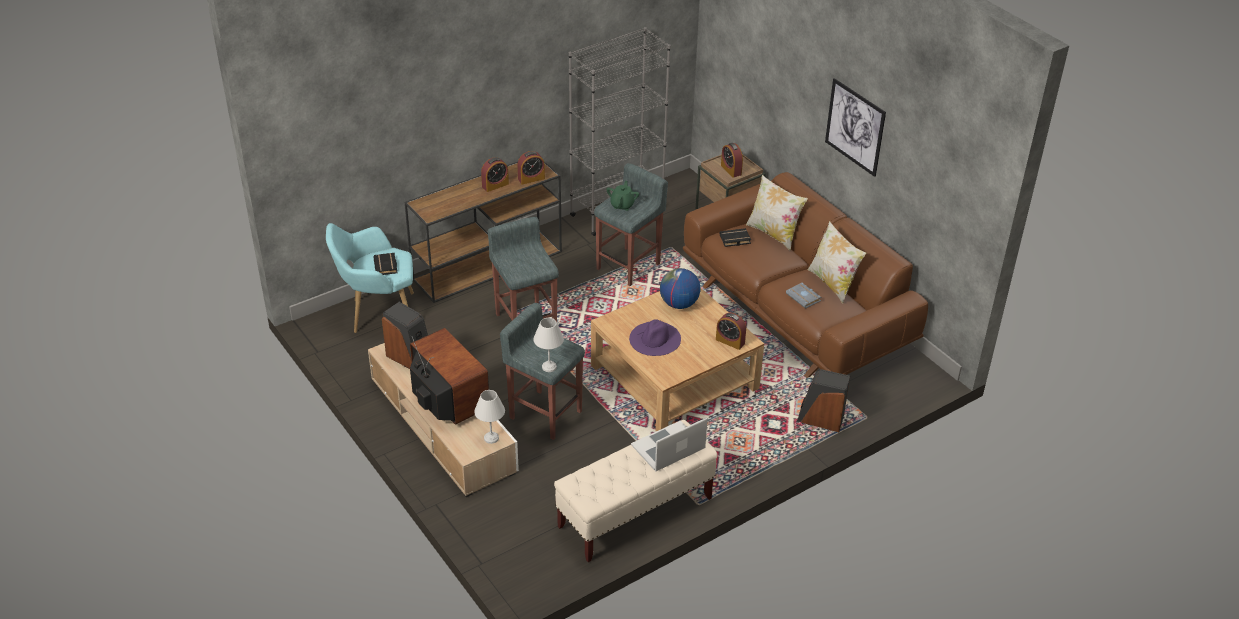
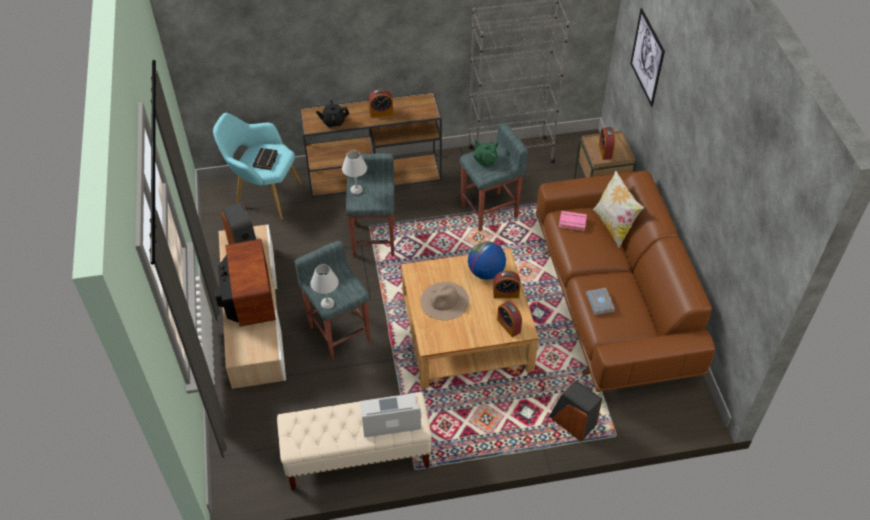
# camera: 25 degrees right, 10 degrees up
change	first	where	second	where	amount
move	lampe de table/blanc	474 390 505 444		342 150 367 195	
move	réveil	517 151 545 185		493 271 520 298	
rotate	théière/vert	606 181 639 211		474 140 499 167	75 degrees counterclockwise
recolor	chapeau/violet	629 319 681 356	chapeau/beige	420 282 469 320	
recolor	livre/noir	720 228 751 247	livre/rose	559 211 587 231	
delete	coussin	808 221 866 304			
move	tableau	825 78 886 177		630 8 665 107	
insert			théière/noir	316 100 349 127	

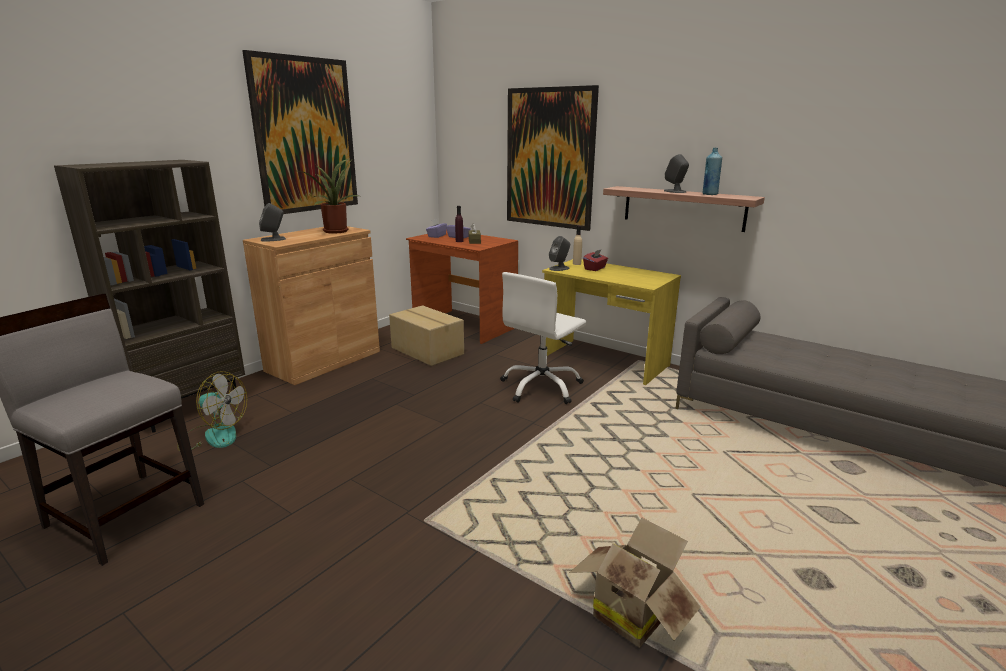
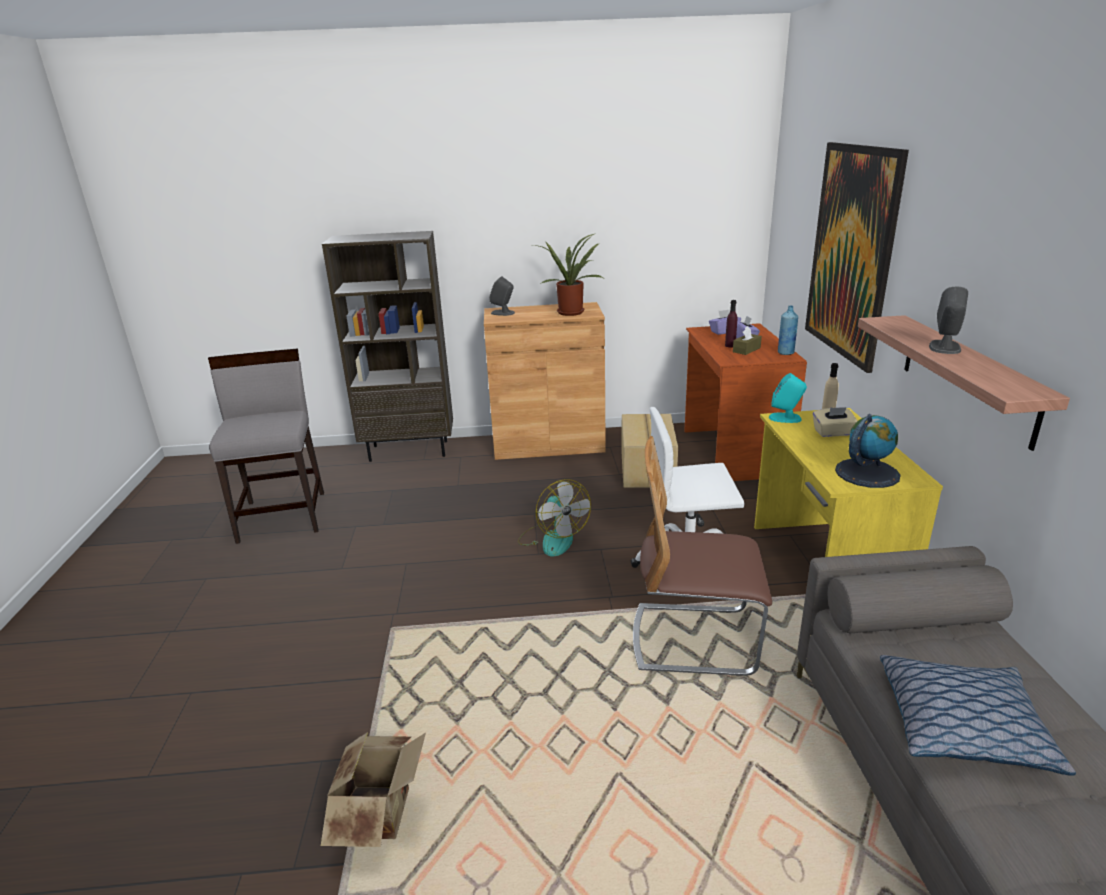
# camera: 50 degrees right, 5 degrees up
change	first	where	second	where	amount
move	ventilateur	177 371 247 451		518 479 591 557	
delete	tableau	242 50 358 214			
recolor	enceinte/gris	549 236 570 271	enceinte/turquoise	769 373 807 423	
recolor	boîte à mouchoirs/rouge	583 249 608 271	boîte à mouchoirs/beige	813 407 857 437	
move	bouteille/bleu	703 148 722 195		778 306 798 355	
insert			chaise	633 436 772 676	
insert			globe	835 414 901 488	
insert			coussin	880 655 1076 776	

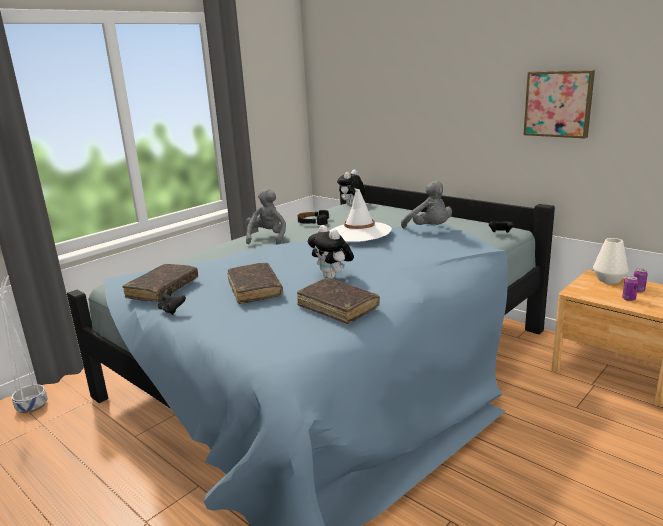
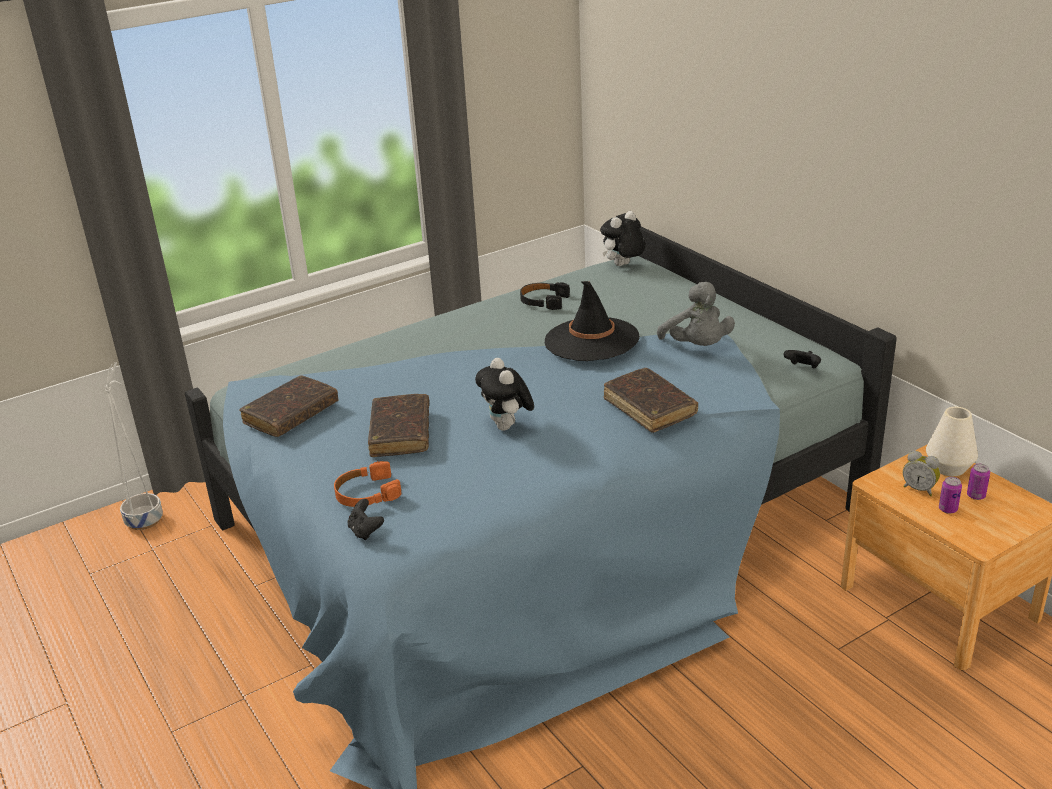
# camera: 15 degrees right, 10 degrees up
change	first	where	second	where	amount
move	manette/noir	158 289 186 315		347 499 384 540	
delete	peluche/gris	246 188 286 245			
move	livre/marron	297 278 380 324		603 368 698 433	
recolor	chapeau/blanc	329 188 392 242	chapeau/noir	545 281 640 361	
delete	tableau	523 70 595 138			
insert			casque audio/orange	334 461 401 507	
insert			réveil	903 451 940 496	

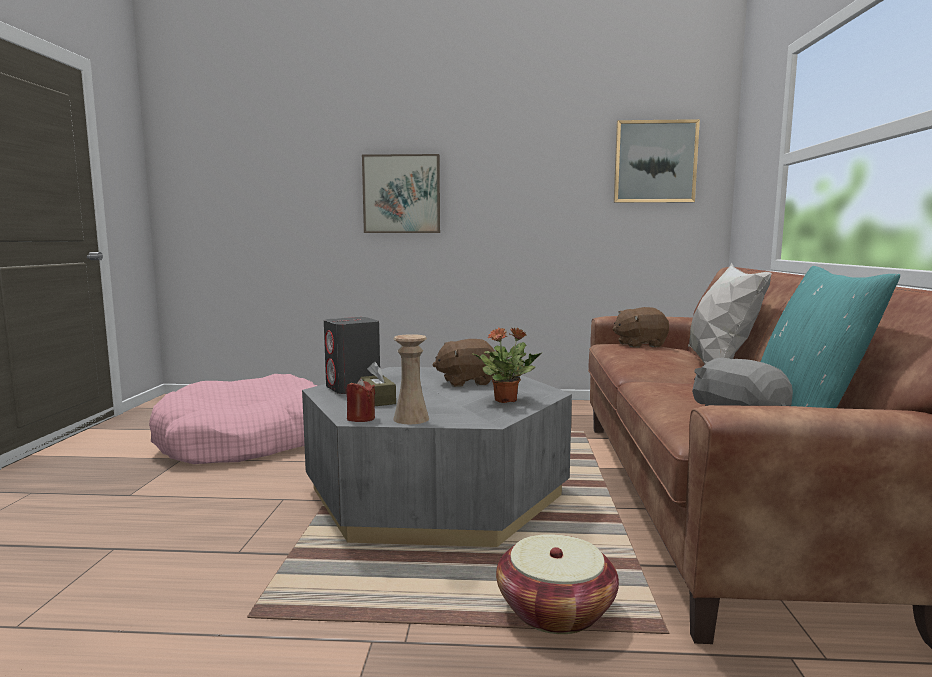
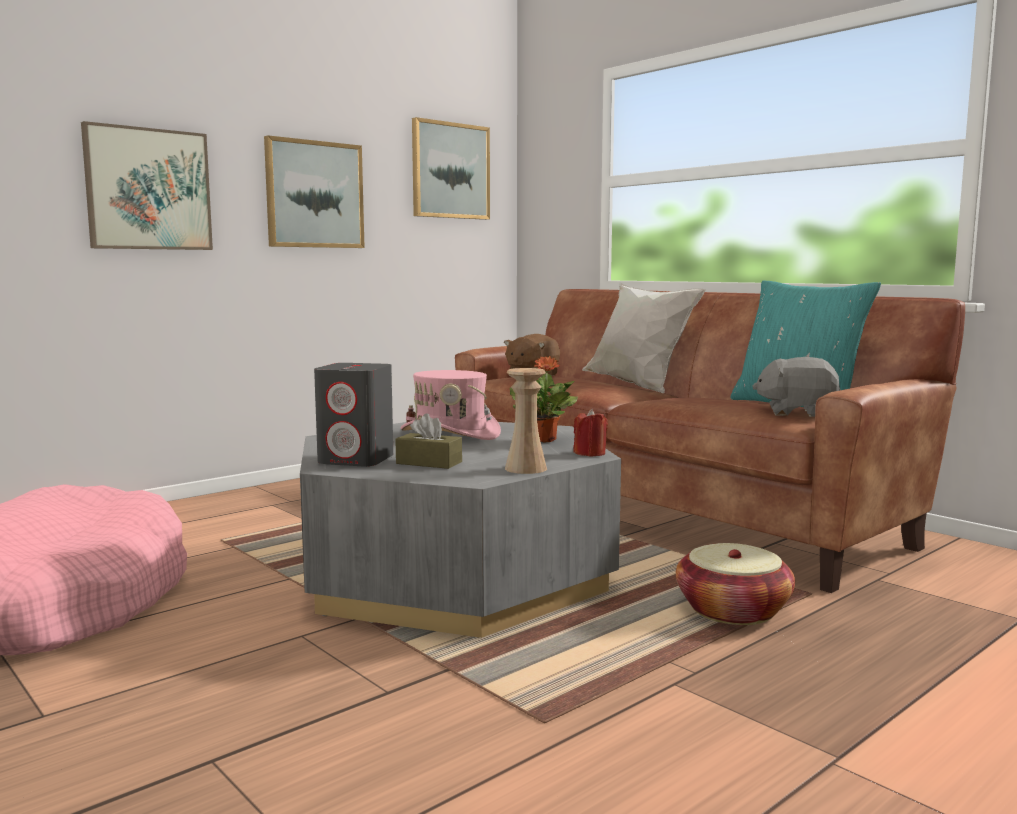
# camera: 45 degrees left, 0 degrees up
change	first	where	second	where	amount
move	bougie/rouge	346 378 375 422		573 409 608 456	
replace	peluche/marron	433 339 494 387	chapeau/rose	400 370 501 440	
insert			tableau	264 135 365 248	

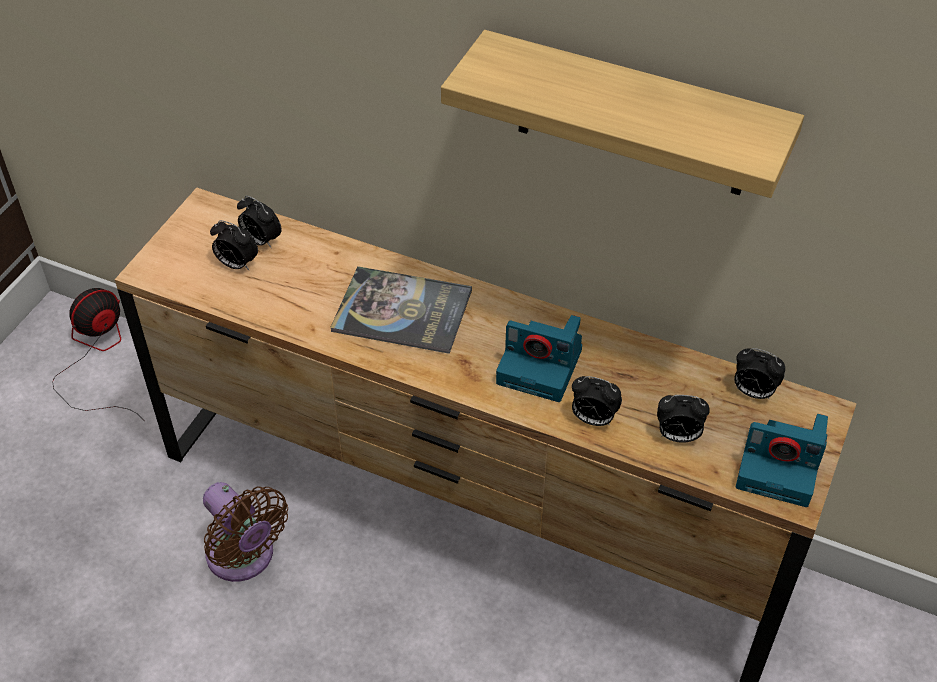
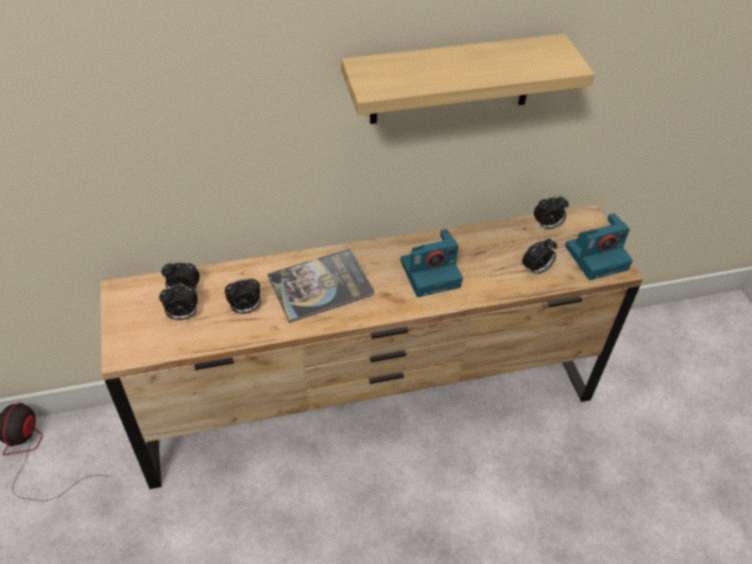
# camera: 40 degrees left, 0 degrees up
change	first	where	second	where	amount
delete	ventilateur/marron	203 482 288 582			
move	réveil	572 376 622 426		225 278 261 314	

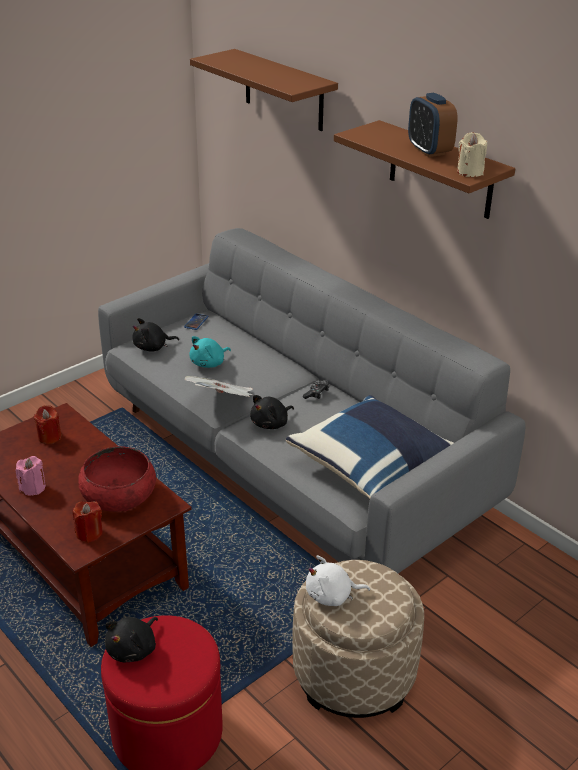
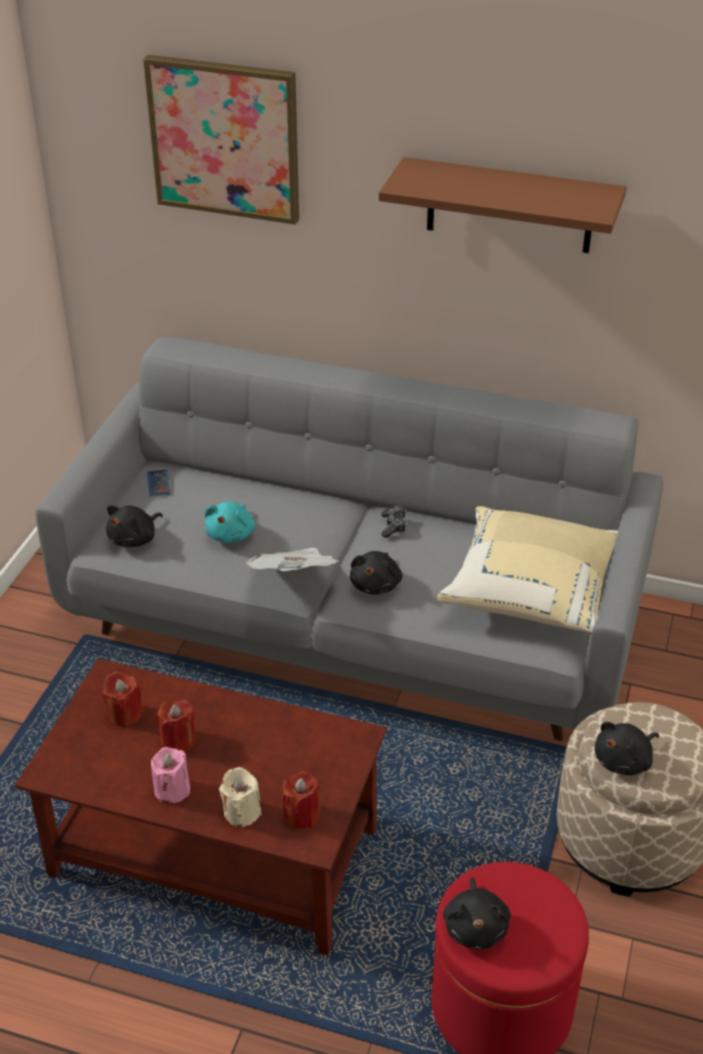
# camera: 30 degrees left, 5 degrees up
change	first	where	second	where	amount
delete	bol/rouge	78 446 156 512			
replace	étagère/marron	190 49 338 131	tableau	143 55 299 225	
recolor	coussin/bleu	286 395 453 499	coussin/beige	437 506 618 633	
recolor	peluche/blanc	306 555 370 606	peluche/noir	595 722 659 775	
delete	réveil	408 93 458 157			
move	bougie/beige	457 132 487 177		219 767 261 827	
insert			bougie/rouge	157 700 195 752	

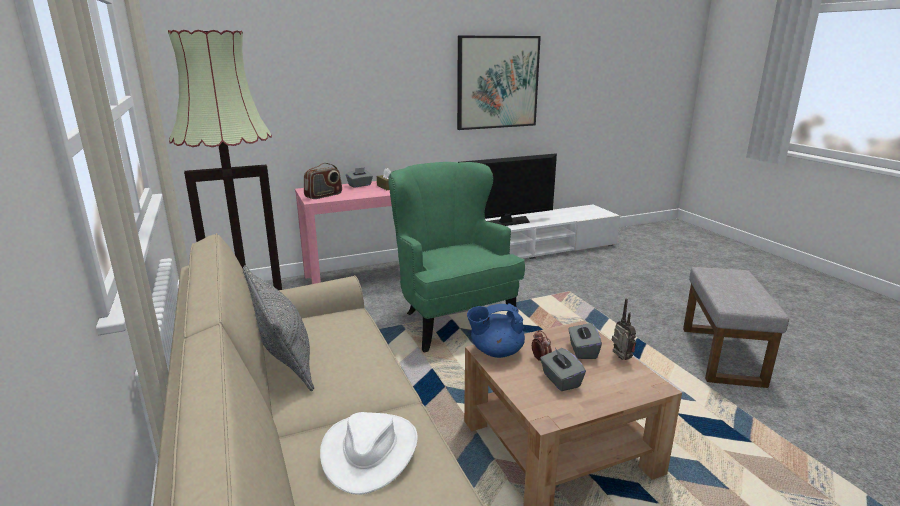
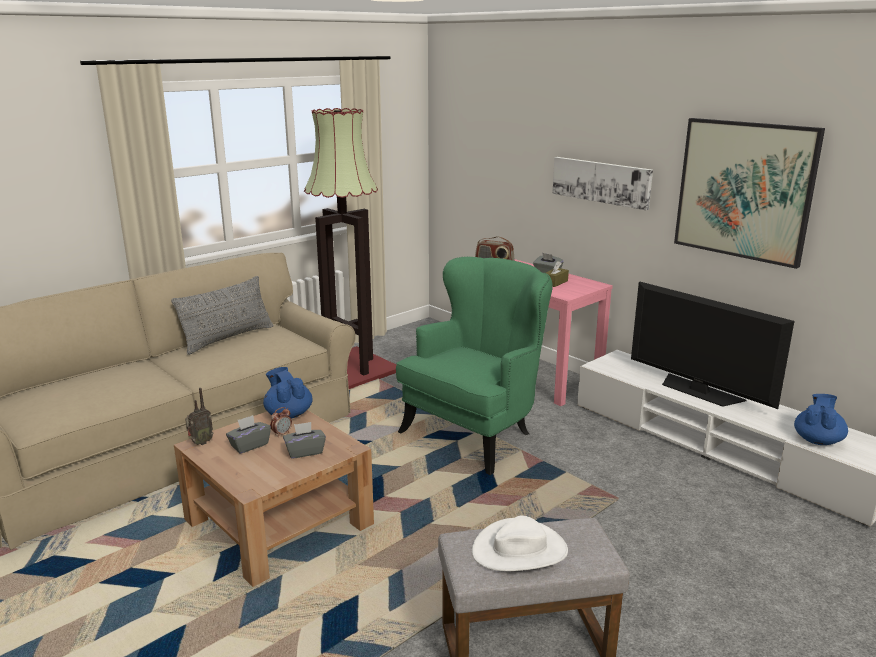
# camera: 70 degrees right, 0 degrees up
change	first	where	second	where	amount
move	chapeau/blanc	320 412 418 495		472 515 568 571	
move	radio	612 299 636 360		185 388 214 445	
insert			tableau	552 157 653 210	
insert			théière/bleu	794 394 848 445	

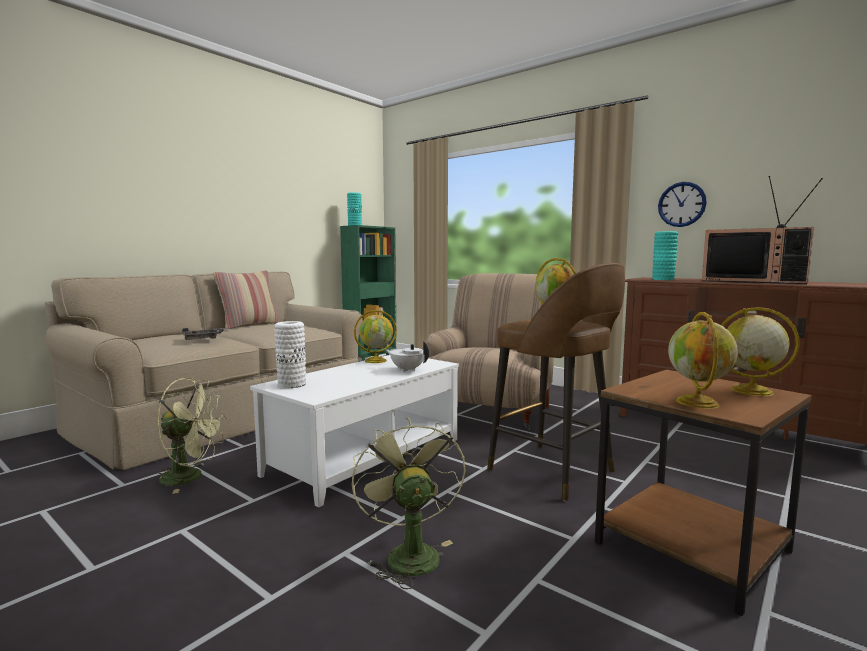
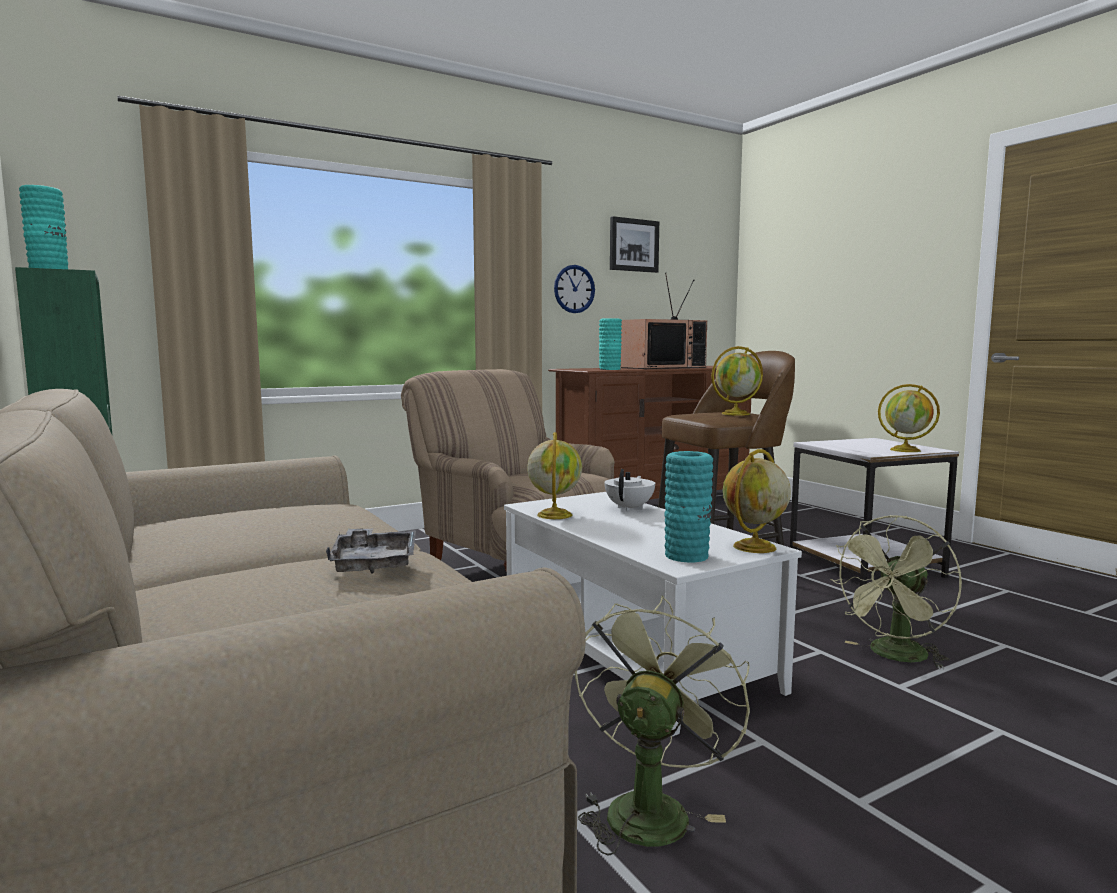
# camera: 70 degrees left, 0 degrees up
change	first	where	second	where	amount
delete	coussin	213 270 280 329			
recolor	vase/blanc	274 321 306 388	vase/turquoise	664 451 713 562	
rotate	ventilateur/vert	352 417 466 589		830 515 962 670	45 degrees counterclockwise
rotate	théière/blanc	385 341 429 372		604 469 655 511	150 degrees clockwise
recolor	table d'appoint/marron	595 370 812 616	table d'appoint/blanc	790 438 959 586	
move	globe	721 307 800 396		723 449 791 553	
insert			tableau	610 216 659 273	

